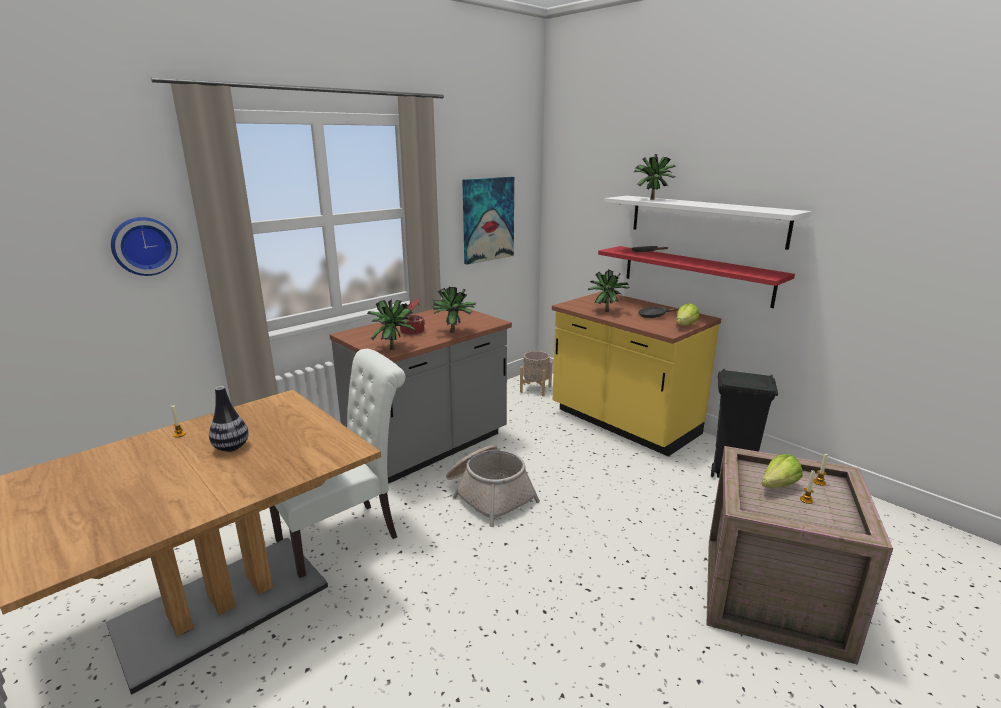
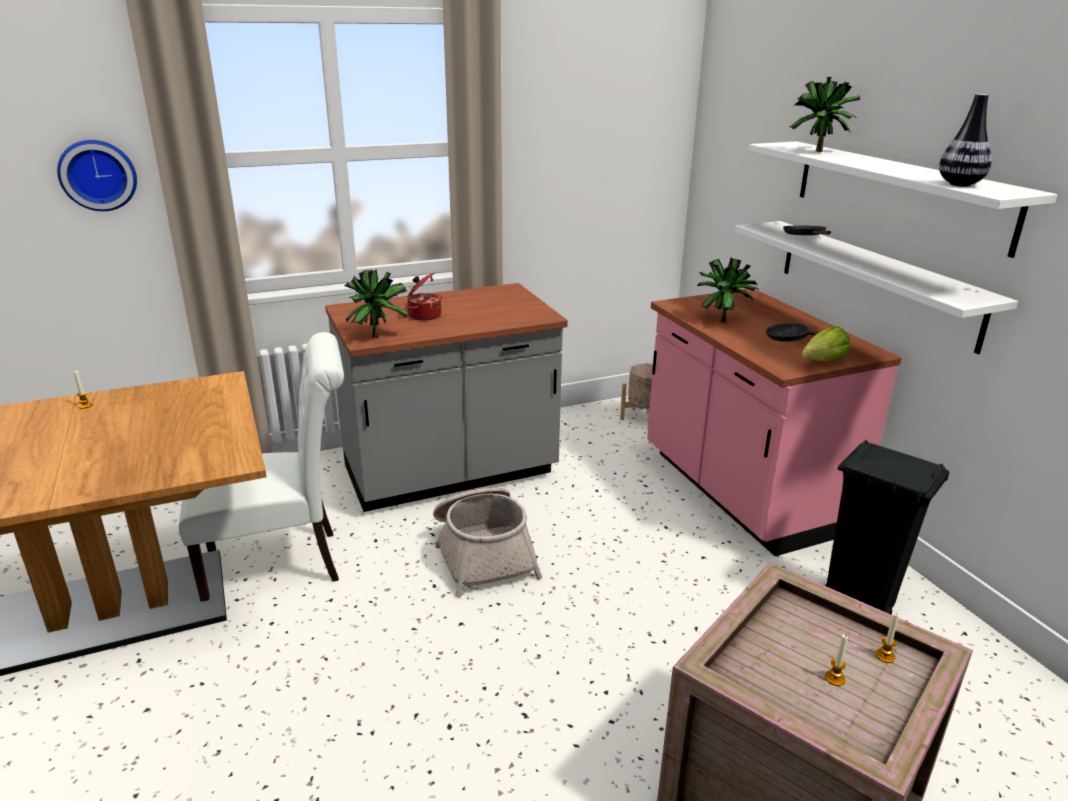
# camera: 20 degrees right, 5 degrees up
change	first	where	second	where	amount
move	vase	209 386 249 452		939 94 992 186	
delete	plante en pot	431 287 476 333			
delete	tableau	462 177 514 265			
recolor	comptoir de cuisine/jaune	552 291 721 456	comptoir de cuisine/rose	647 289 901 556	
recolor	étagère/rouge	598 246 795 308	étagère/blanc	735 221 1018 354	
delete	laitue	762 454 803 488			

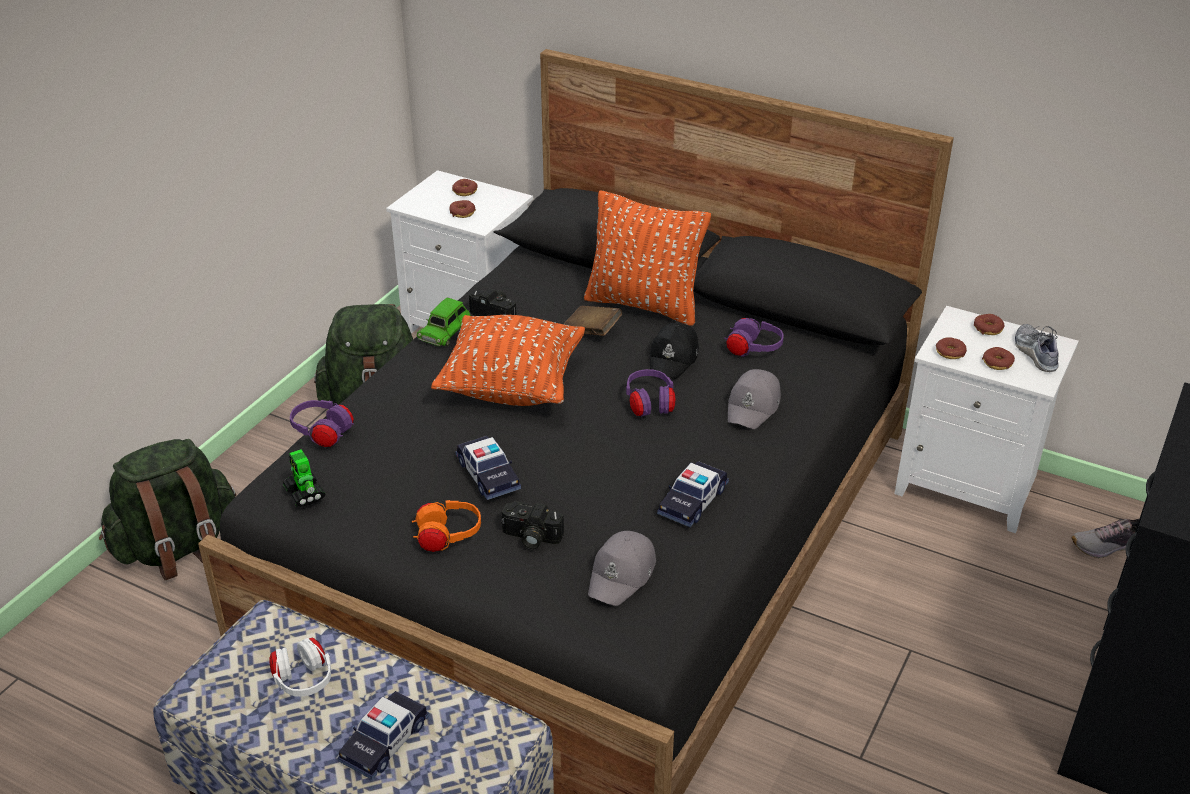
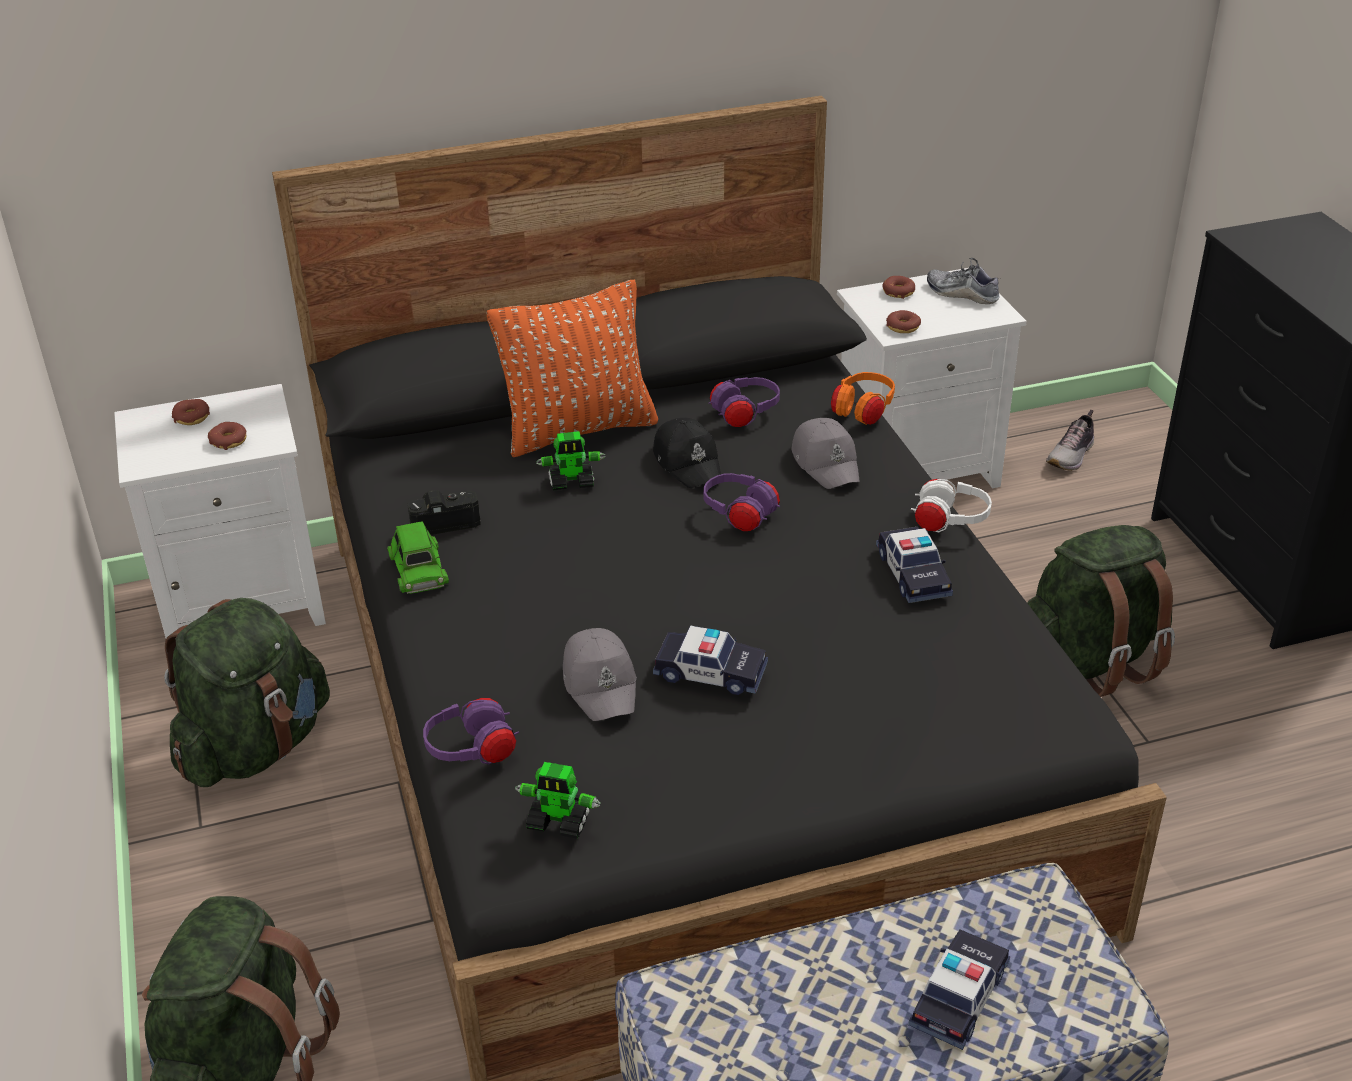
# camera: 45 degrees left, 0 degrees up
change	first	where	second	where	amount
move	casque audio/blanc	269 637 331 697		911 479 992 532	
rotate	petite voiture	338 691 429 780		908 929 1010 1050	135 degrees counterclockwise
move	casque audio/orange	412 500 481 552		831 372 895 425	
delete	coussin/orange	431 315 585 406			
delete	appareil photo	501 501 564 549			
replace	livre/marron	563 306 622 336	robot jouet	536 431 605 490	
move	casquette/gris	588 531 656 606		563 628 637 721	
delete	beignet	982 347 1015 370			
insert			sac à dos/vert	1027 525 1175 697	

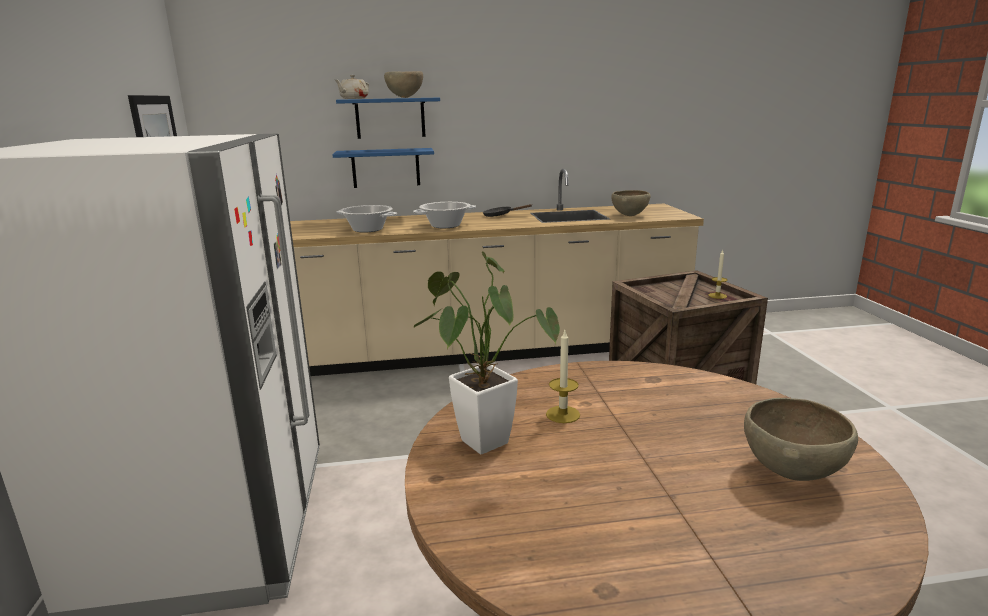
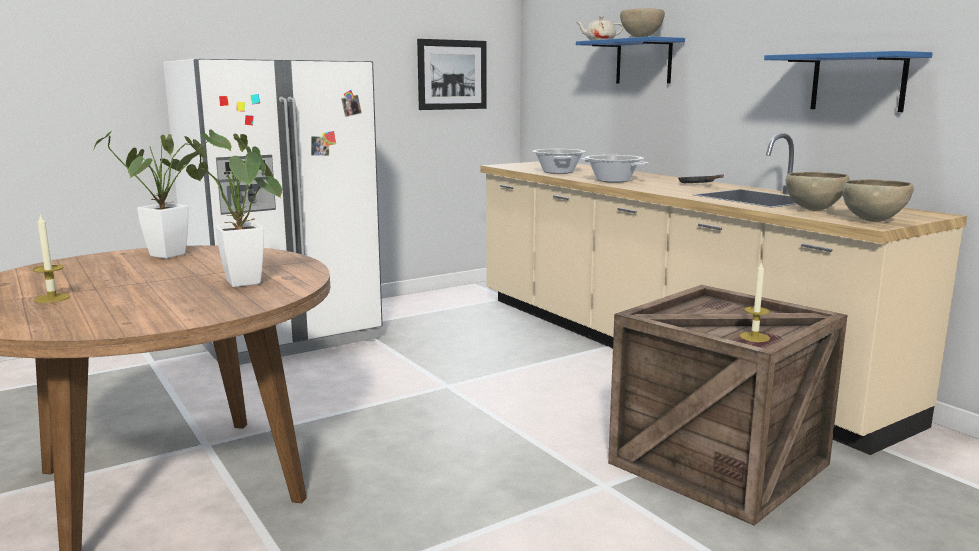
# camera: 65 degrees right, 5 degrees down
change	first	where	second	where	amount
move	étagère/bleu	333 148 434 188		764 51 933 112	
move	bougie	546 330 580 423		33 214 70 303	
move	bol/marron	744 398 858 481		842 179 913 222	
insert			plante en pot	175 134 282 287	

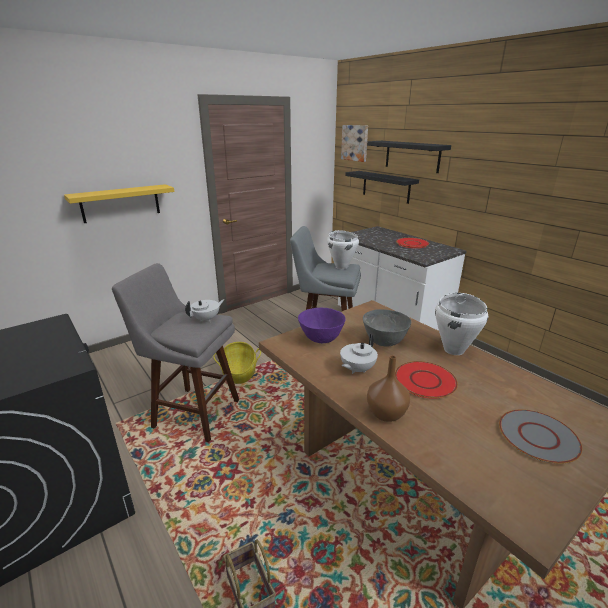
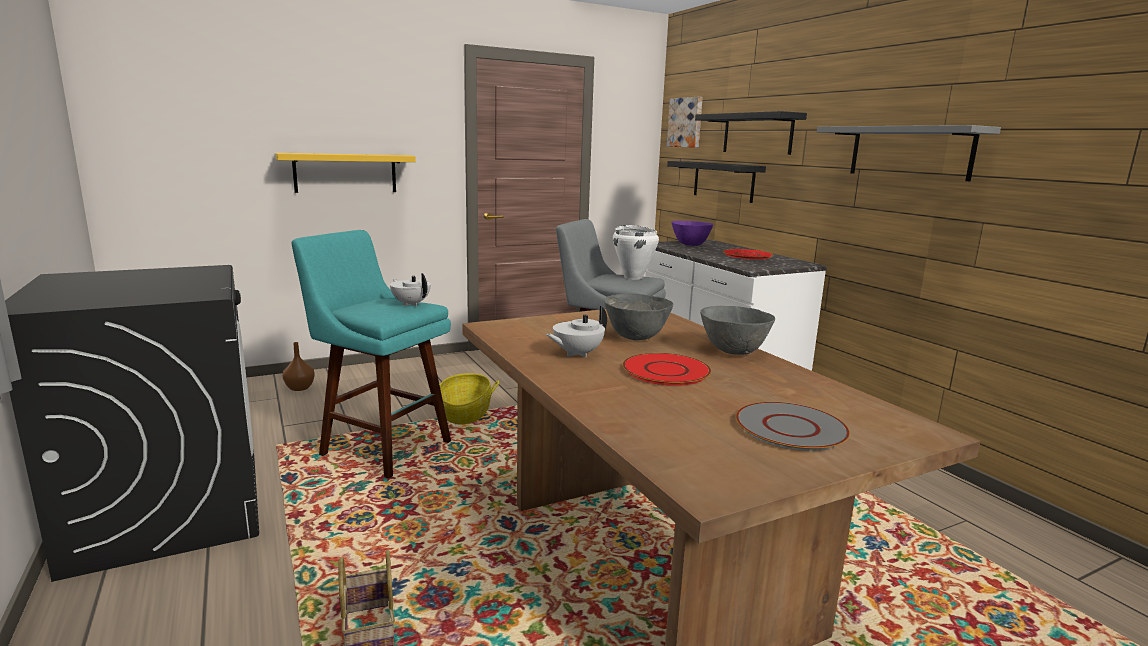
# camera: 10 degrees right, 10 degrees down
change	first	where	second	where	amount
recolor	tabouret/gris	112 263 239 442	tabouret/turquoise	291 230 451 479	
rotate	théière/blanc	185 299 224 322		390 273 431 306	105 degrees counterclockwise
move	bol/violet	298 308 346 343		672 221 713 246	
move	vase/marron	367 355 410 422		282 342 315 391	
replace	marmite/blanc	435 293 488 355	bol/gris	700 306 775 355	
insert			étagère/gris	817 125 1001 181	

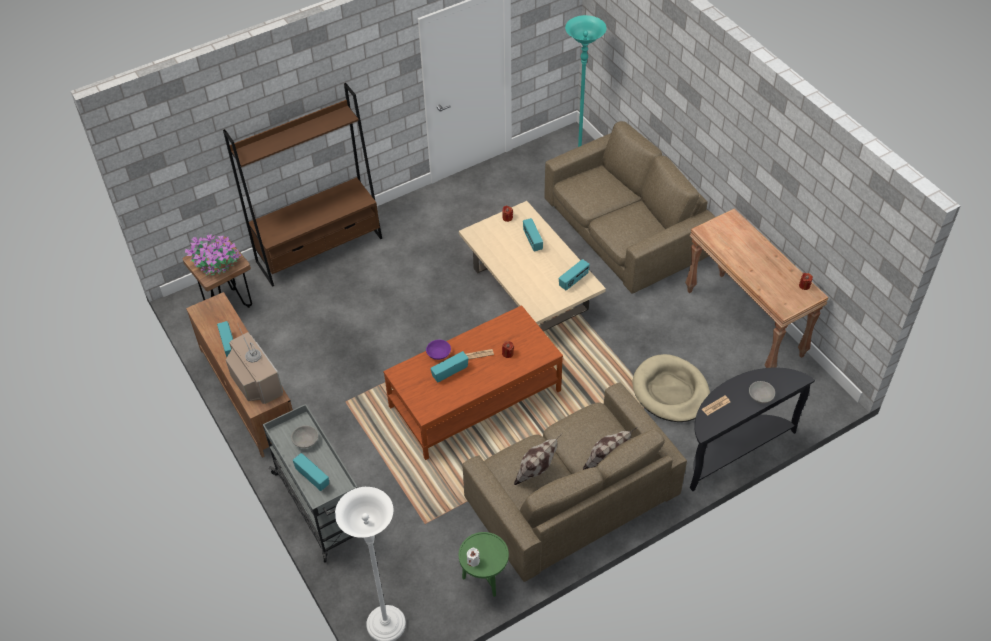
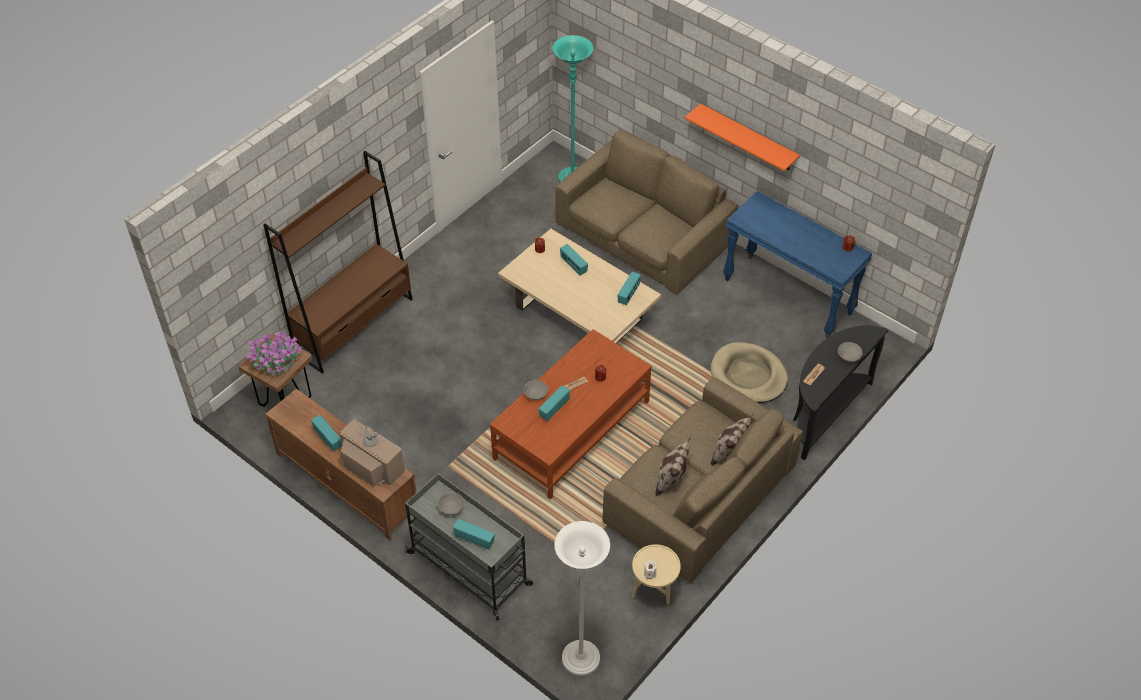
# camera: 20 degrees left, 0 degrees up
change	first	where	second	where	amount
recolor	bol/violet	426 340 451 360	bol/gris	523 380 548 400	
recolor	table d'appoint/vert	459 532 509 597	table d'appoint/beige	632 544 681 604	
recolor	table console/marron	685 208 829 368	table console/bleu	723 191 873 339	
insert			étagère/orange	685 104 800 171	

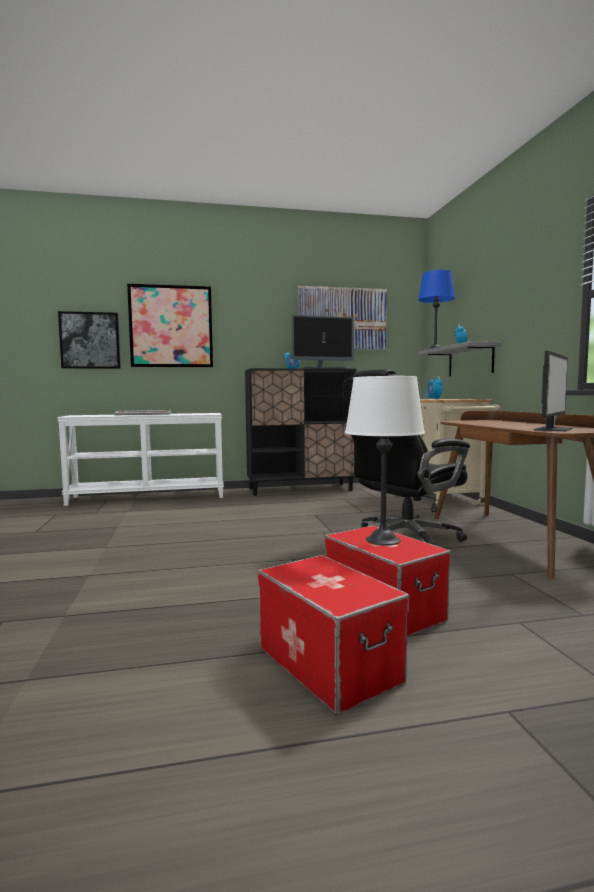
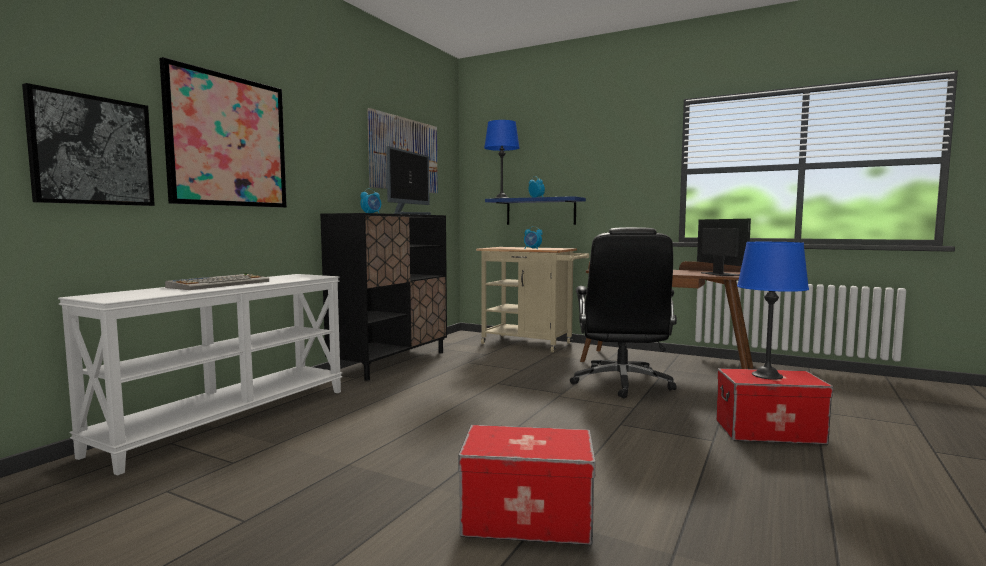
# camera: 50 degrees left, 0 degrees up
change	first	where	second	where	amount
move	boîte de rangement	258 555 409 715		458 425 595 545	
recolor	lampe de table/blanc	345 376 425 546	lampe de table/bleu	737 242 809 380	
recolor	étagère/gris	418 341 502 376	étagère/bleu	485 196 586 225	

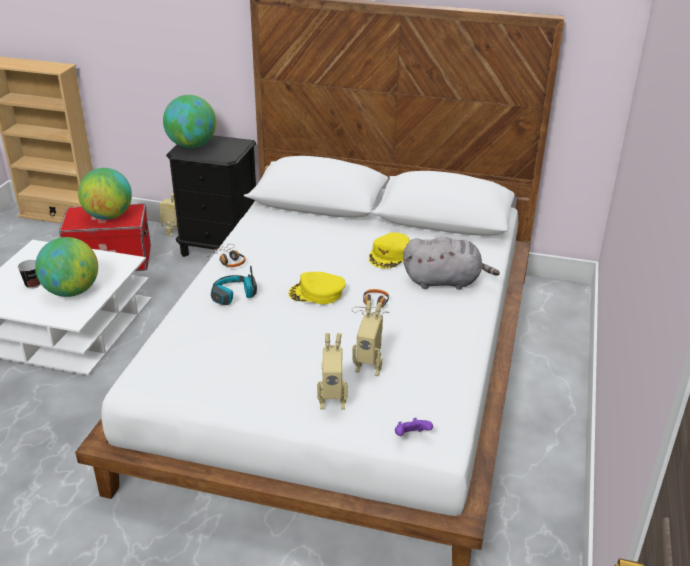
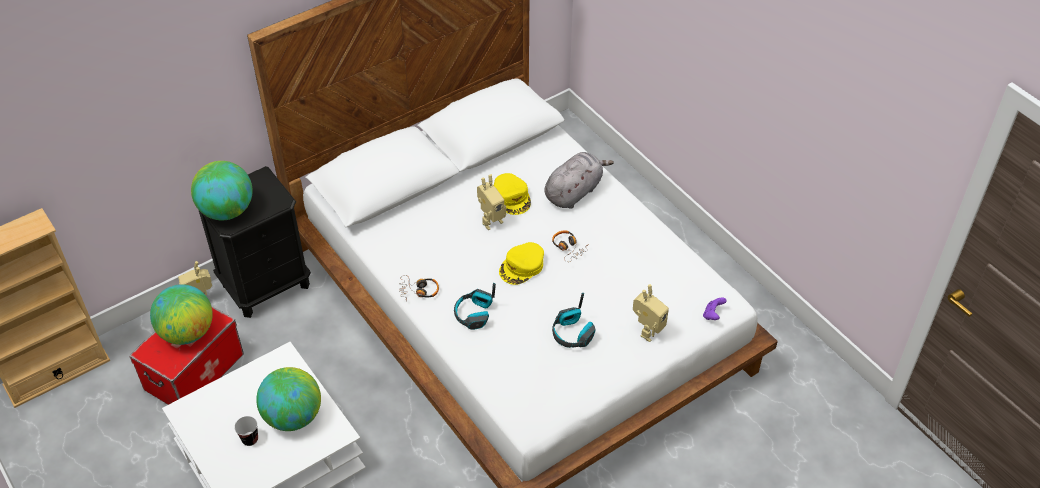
# camera: 50 degrees left, 15 degrees up
change	first	where	second	where	amount
move	robot jouet	352 301 383 376		477 174 506 230	
insert			casque audio	552 293 596 348	

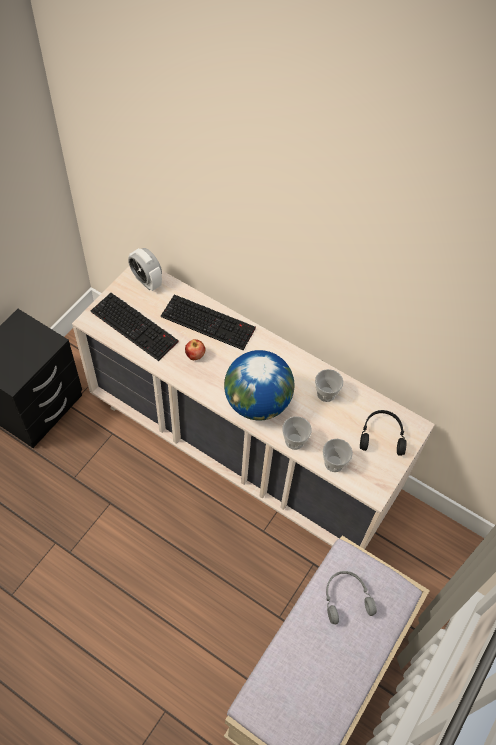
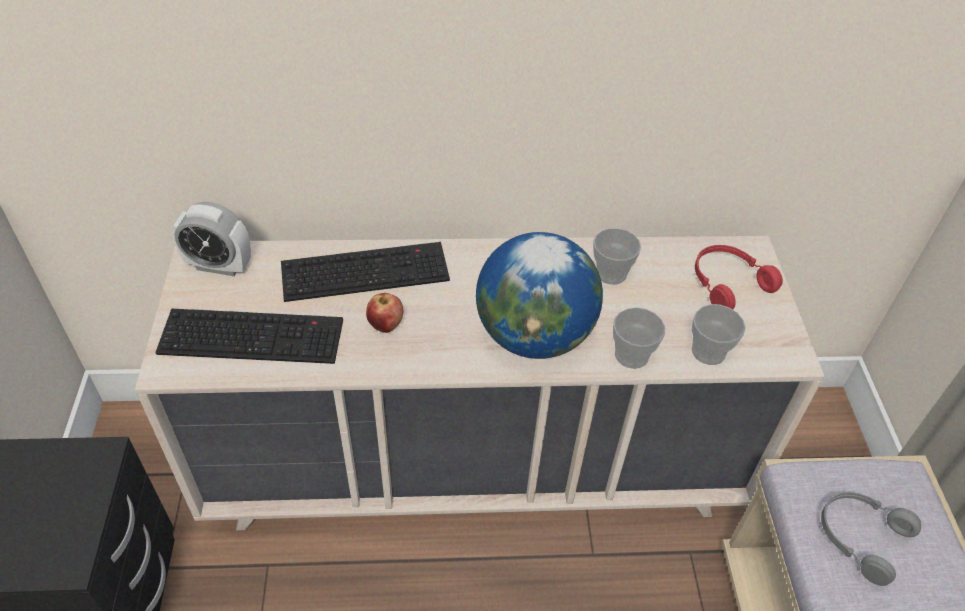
# camera: 35 degrees left, 10 degrees down
change	first	where	second	where	amount
recolor	casque audio/noir	360 410 407 456	casque audio/rouge	695 245 783 309	

